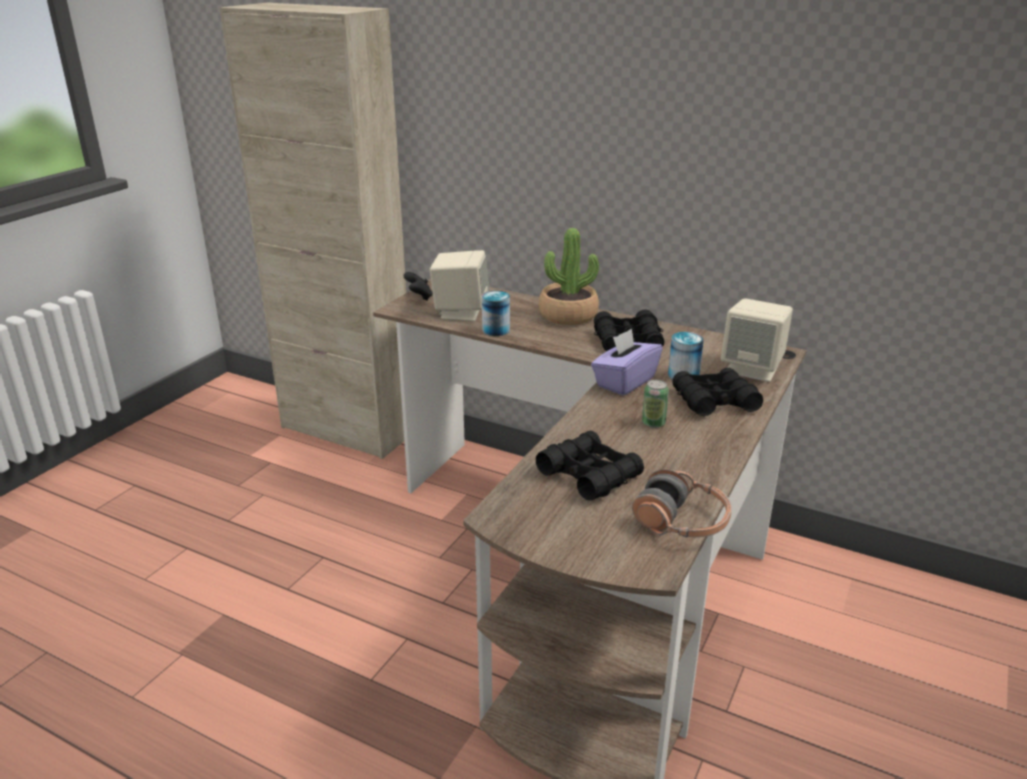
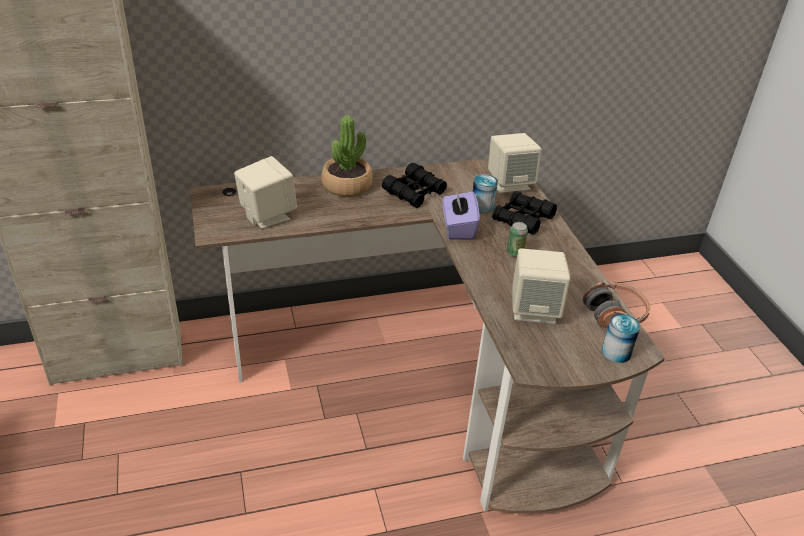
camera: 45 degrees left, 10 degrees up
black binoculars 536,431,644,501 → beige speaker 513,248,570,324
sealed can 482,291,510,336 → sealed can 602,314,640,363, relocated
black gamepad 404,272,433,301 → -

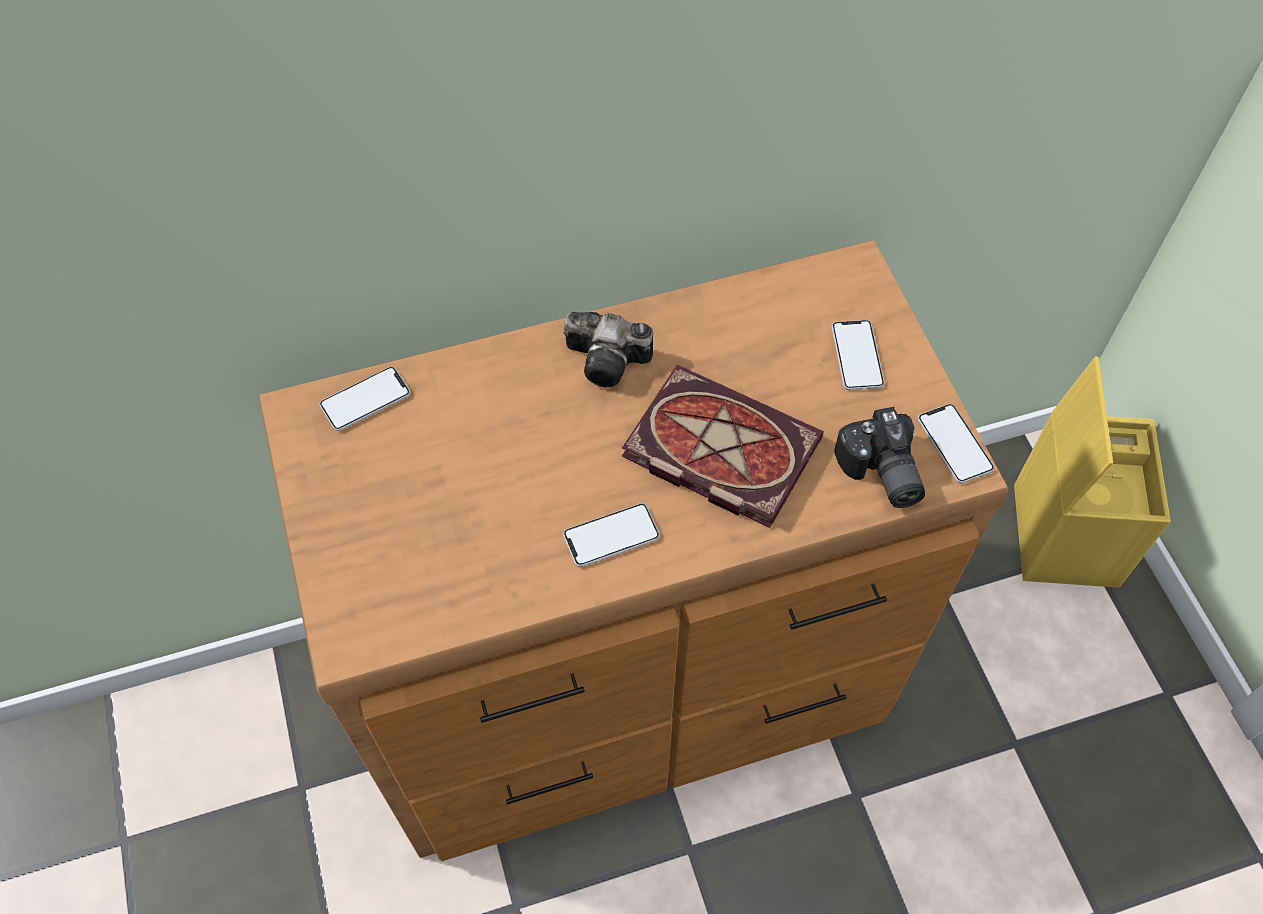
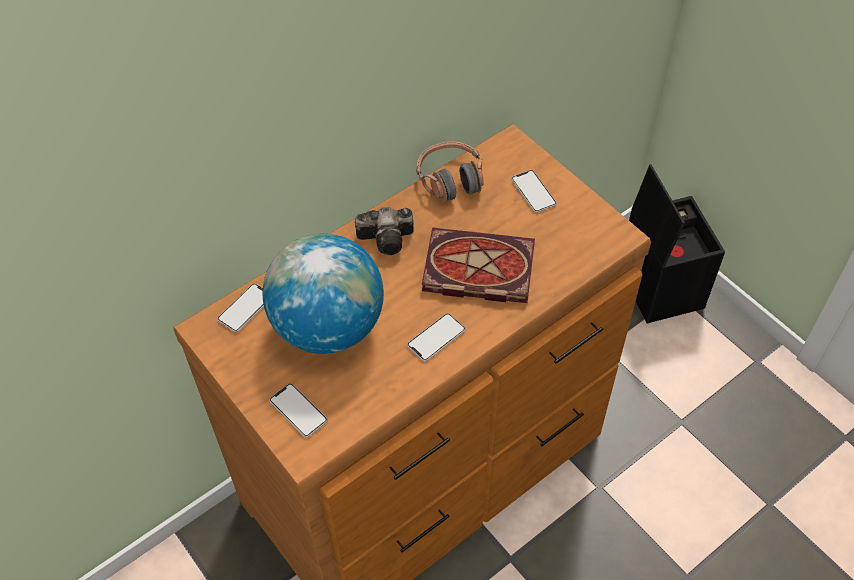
camera: 20 degrees left, 5 degrees down
- → desk globe 263,233,384,354
phone 918,404,994,483 → phone 269,383,328,437, relocated
- → headset 416,142,484,203
yellow storage bin 1014,356,1171,588 → black storage bin 629,164,725,323
photo camera 834,407,925,508 → -

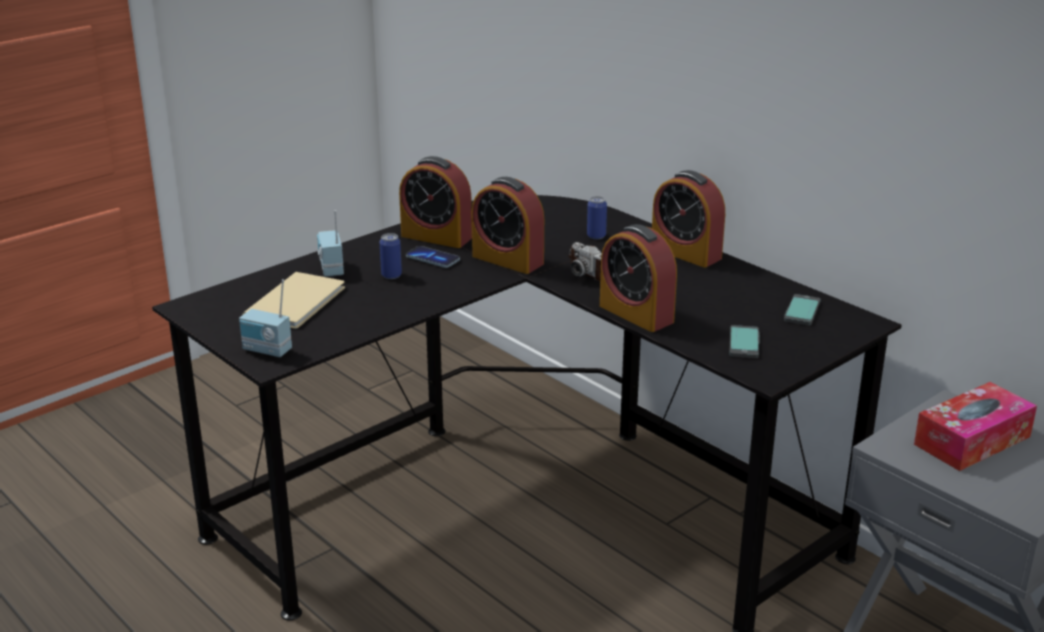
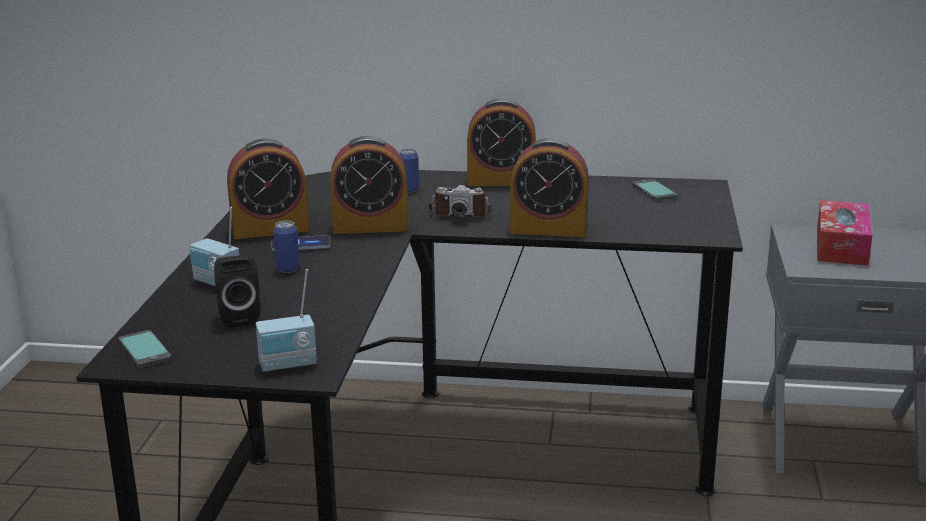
camera: 40 degrees left, 5 degrees down
phone 729,325,760,358 → phone 118,330,172,368, relocated
beige book 242,272,345,329 → black speaker 214,255,261,328

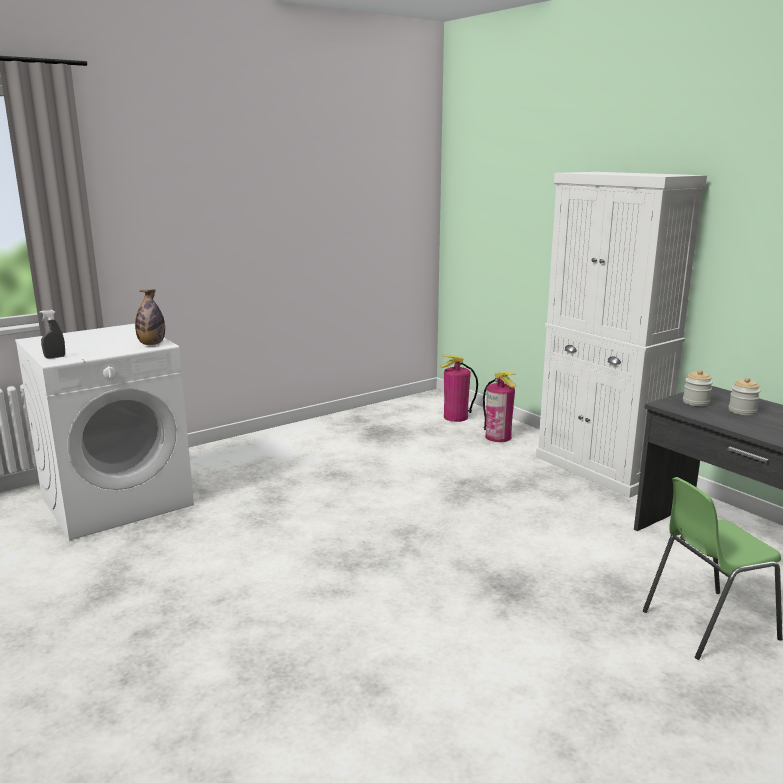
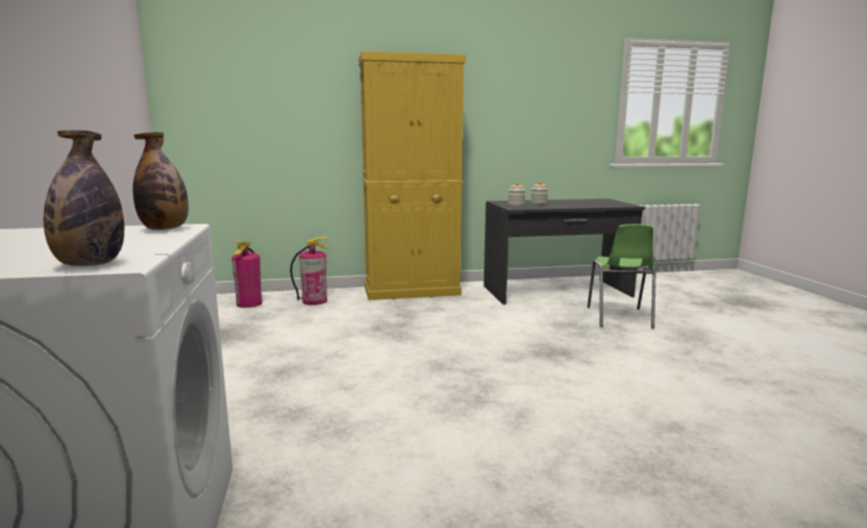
camera: 65 degrees left, 5 degrees down
gray hand sprayer 39,310,65,359 → beverage bottle 44,130,124,266
white-coloured cupboard 536,172,707,498 → yellow cupboard 359,51,466,300

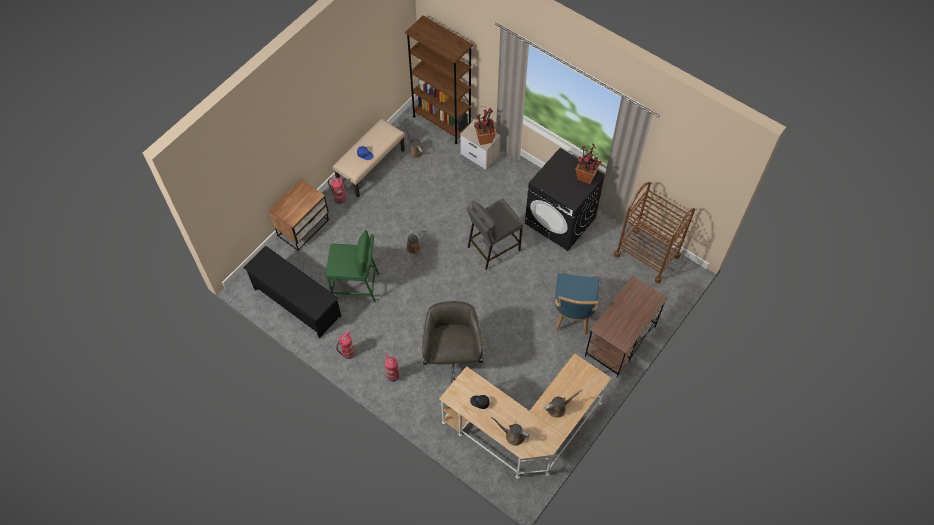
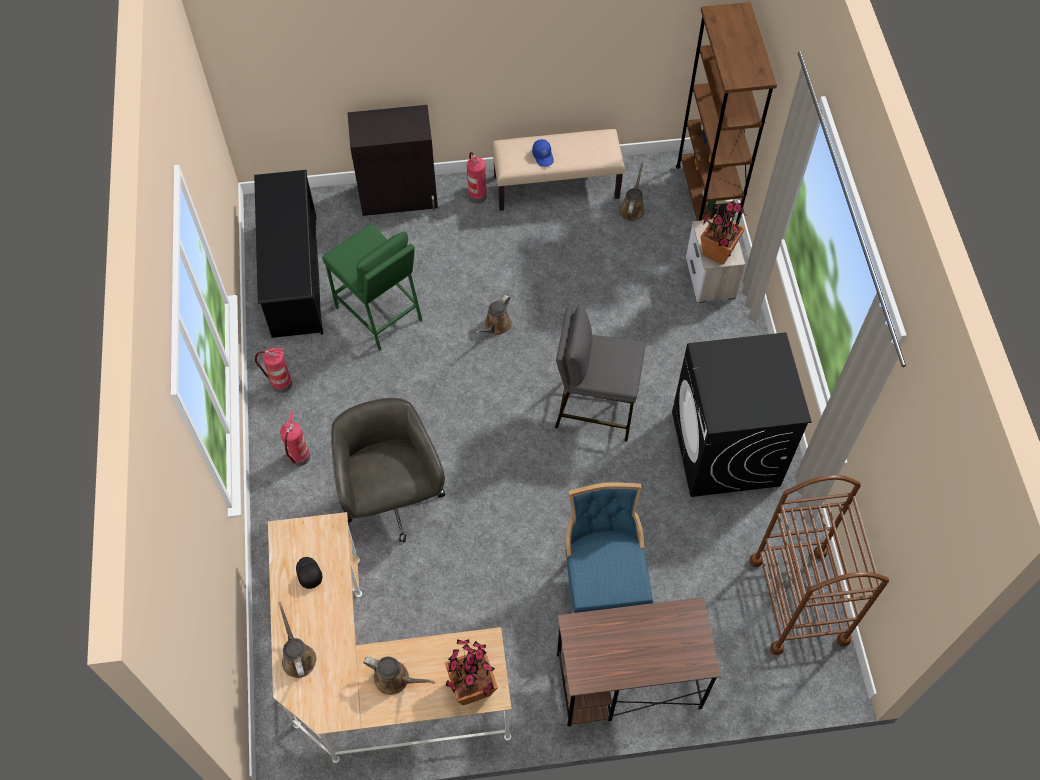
camera: 45 degrees right, 0 degrees up
gray desk chair 422,301,483,383 → gray desk chair 331,398,445,542, 60 degrees counterclockwise
nightstand 269,179,329,251 → black cupboard 347,105,438,216
potted plant 576,144,602,184 → potted plant 444,639,498,705, relocated
bluish chair 554,273,599,335 → bluish chair 566,482,653,613, 120 degrees clockwise

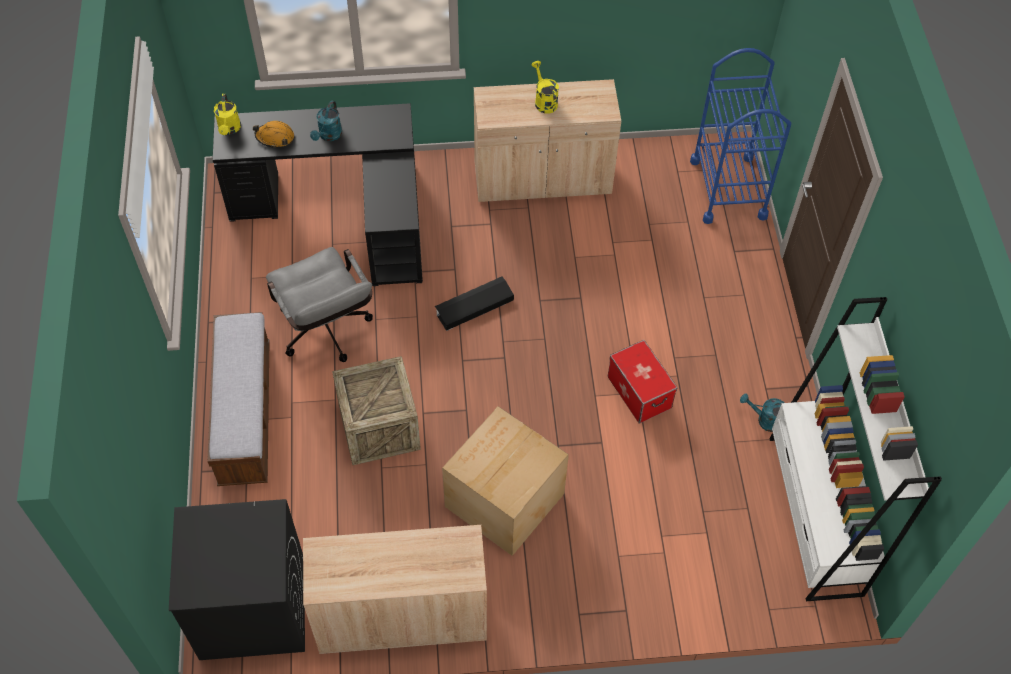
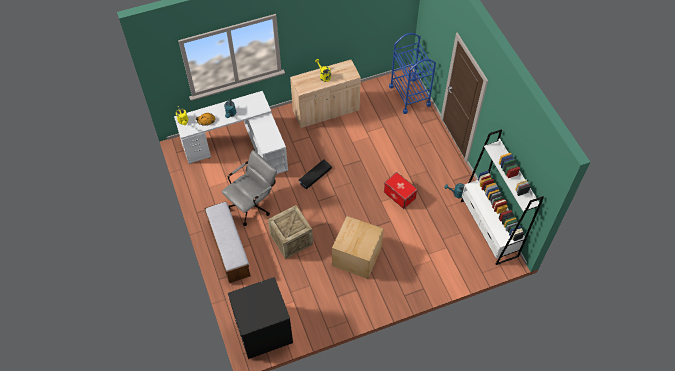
camera: 15 degrees left, 0 degrees up
black desk 212,103,423,286 → white-coloured desk 174,91,288,174
gray desk chair 266,247,373,362 → gray desk chair 222,150,277,226, 90 degrees counterclockwise
beige cupboard 303,525,487,654 → -

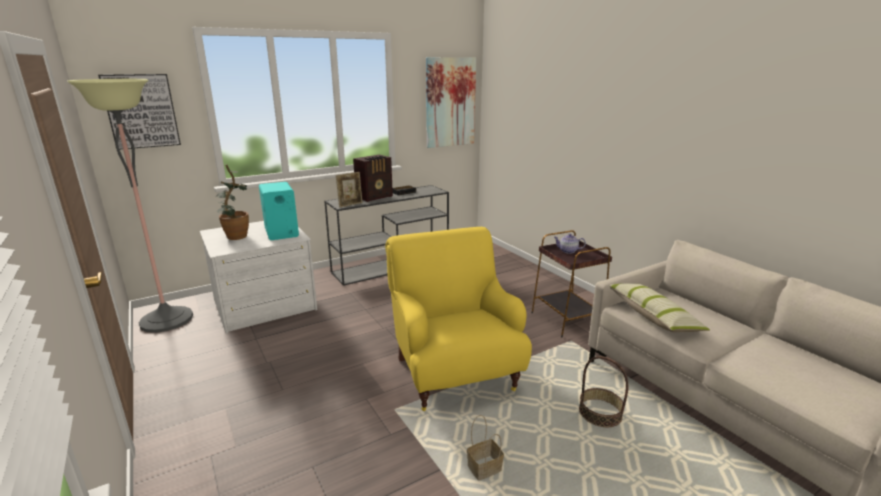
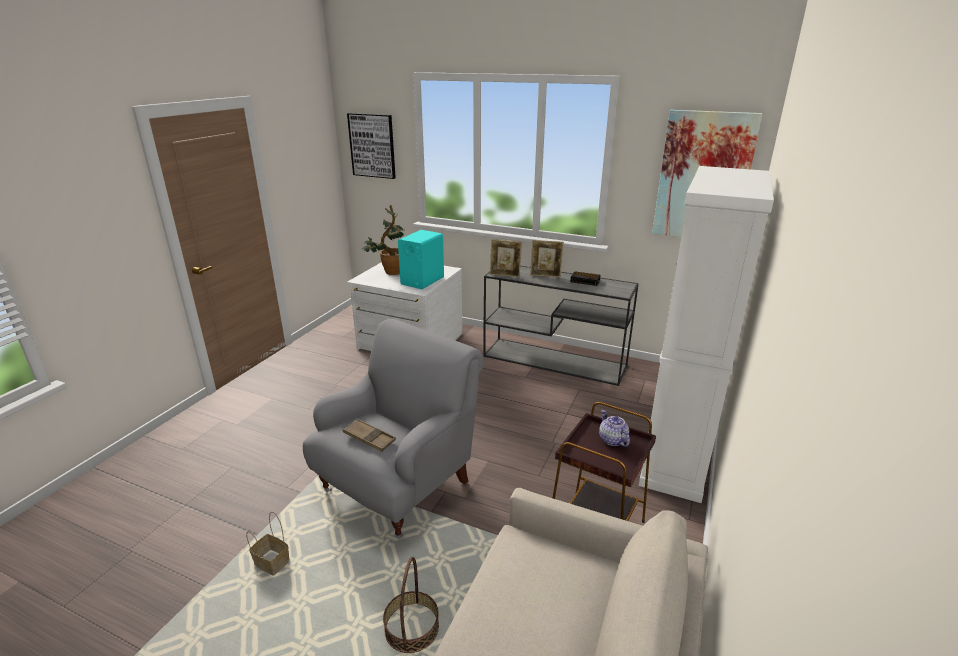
camera: 55 degrees right, 5 degrees up
yellow armchair 385,227,532,411 → gray armchair 303,319,484,539
- → brownish serving tray 343,419,396,452
radio 353,155,393,202 → picture frame 530,240,564,277
- → white-coloured cupboard 639,166,774,503
standard lamp 67,79,193,333 → -
cushion 610,283,710,332 → -

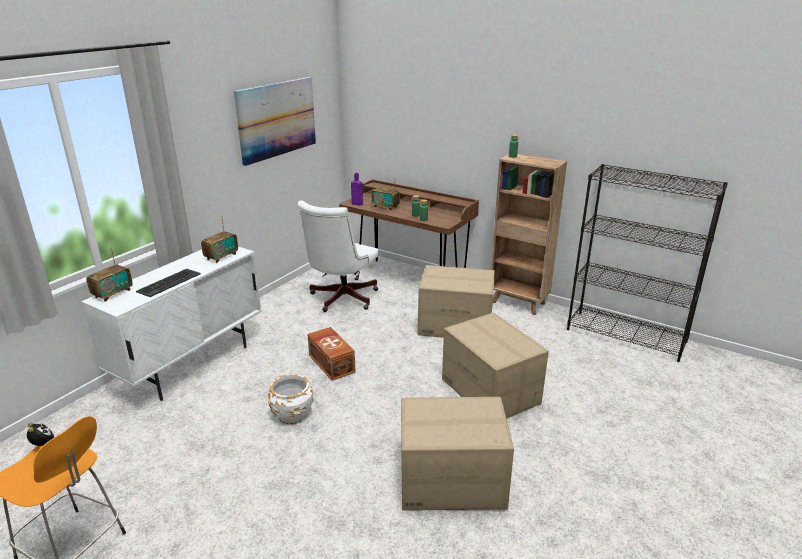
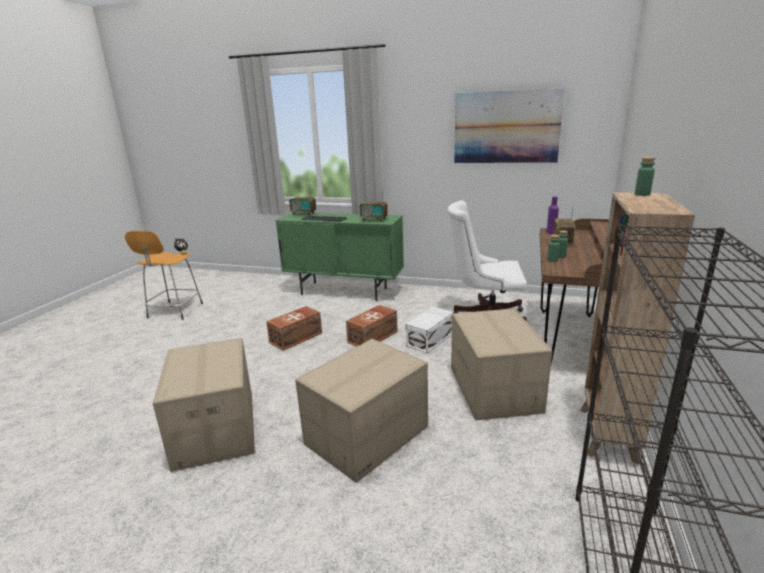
camera: 75 degrees right, 5 degrees down
white-coloured planter 268,374,314,424 → brownish storage bin 266,306,322,351
white-coloured cupboard 81,247,261,401 → greenish cupboard 275,212,404,301
- → white-coloured storage bin 406,307,454,353

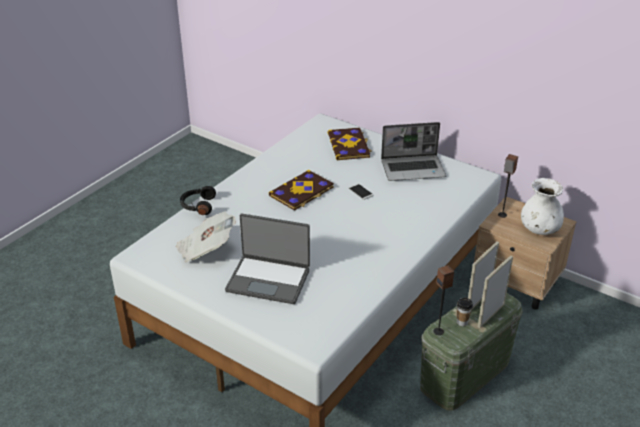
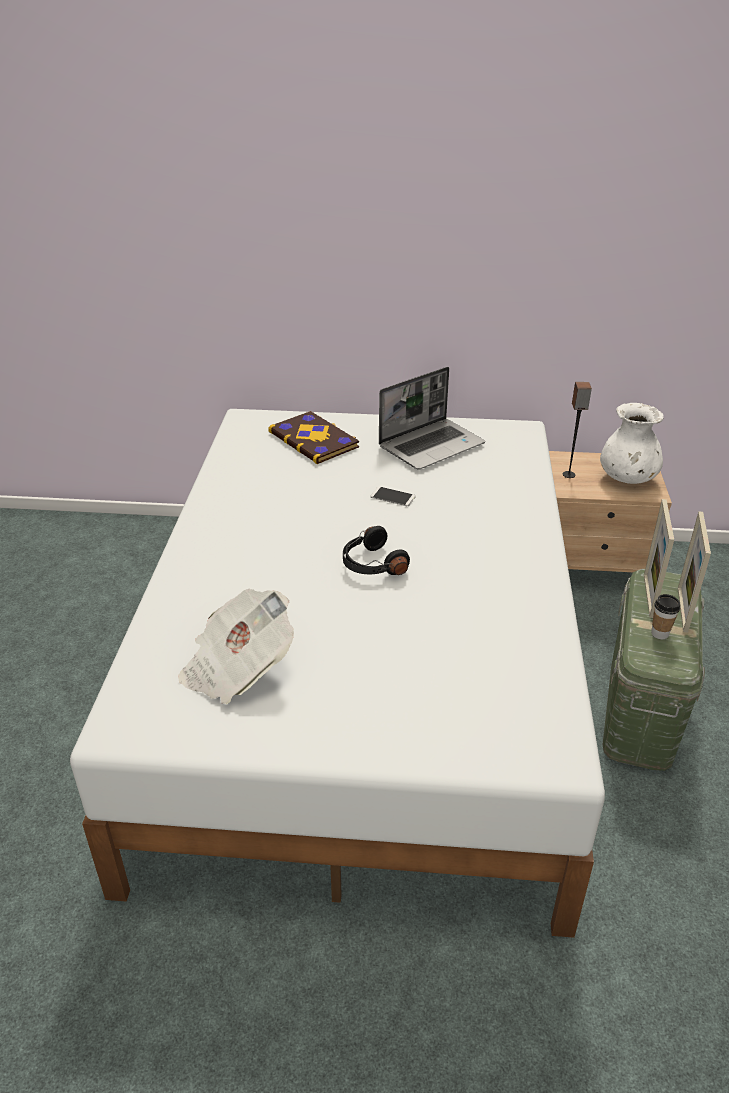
camera: 30 degrees left, 0 degrees up
black headset 180,186,216,215 → black headset 343,526,410,575, relocated
notebook computer 225,214,310,304 → -
book 269,170,334,211 → -
speaker 433,265,455,335 → -

